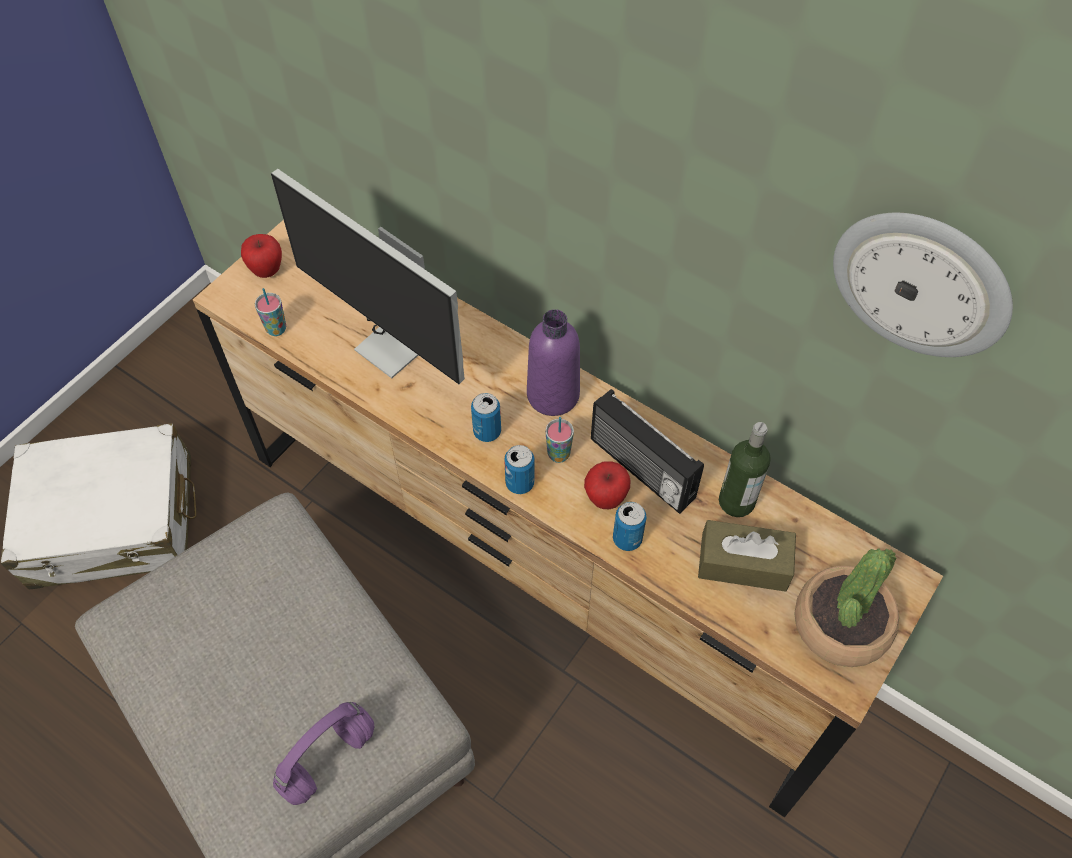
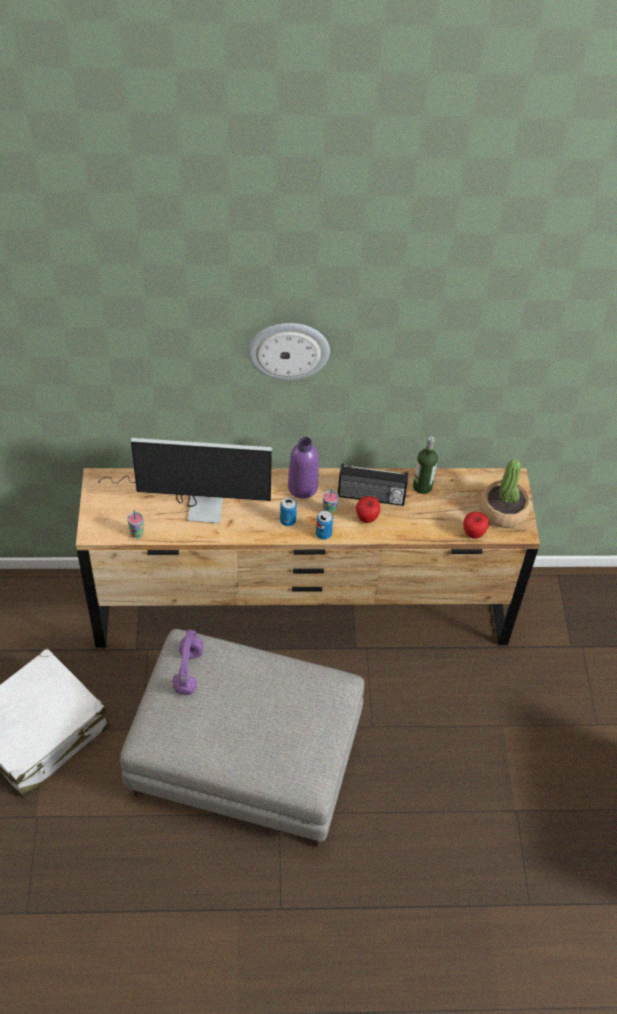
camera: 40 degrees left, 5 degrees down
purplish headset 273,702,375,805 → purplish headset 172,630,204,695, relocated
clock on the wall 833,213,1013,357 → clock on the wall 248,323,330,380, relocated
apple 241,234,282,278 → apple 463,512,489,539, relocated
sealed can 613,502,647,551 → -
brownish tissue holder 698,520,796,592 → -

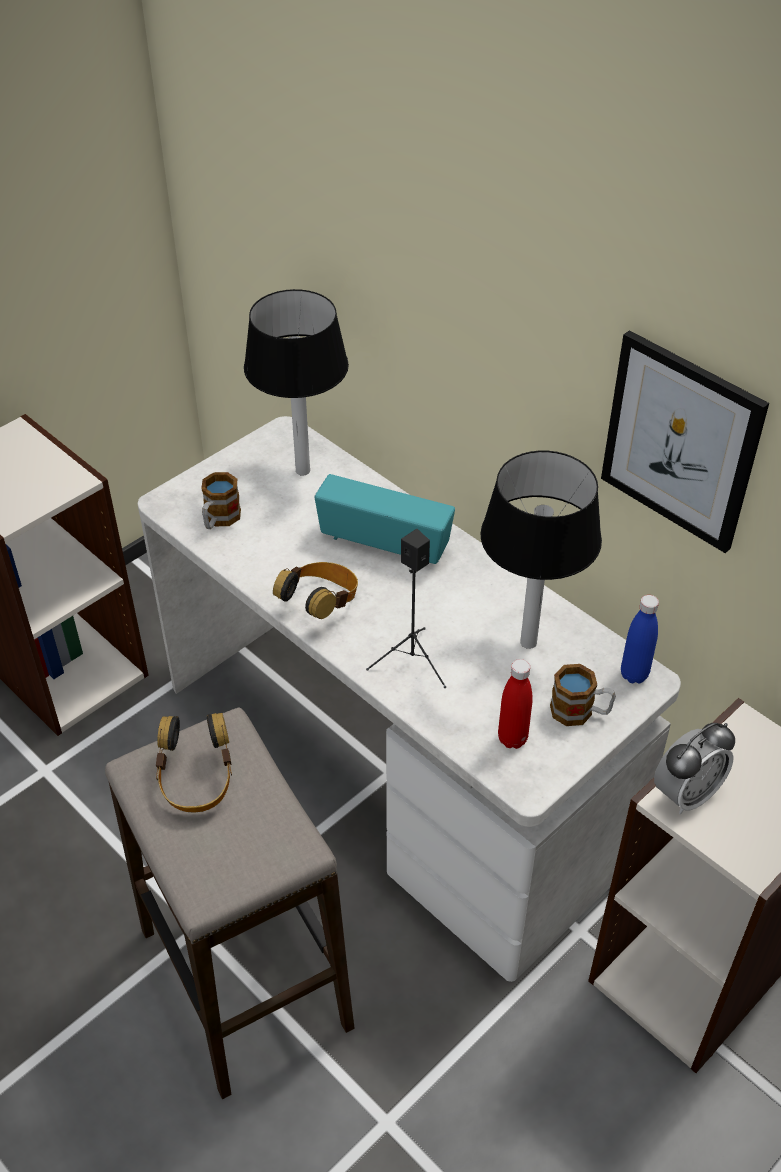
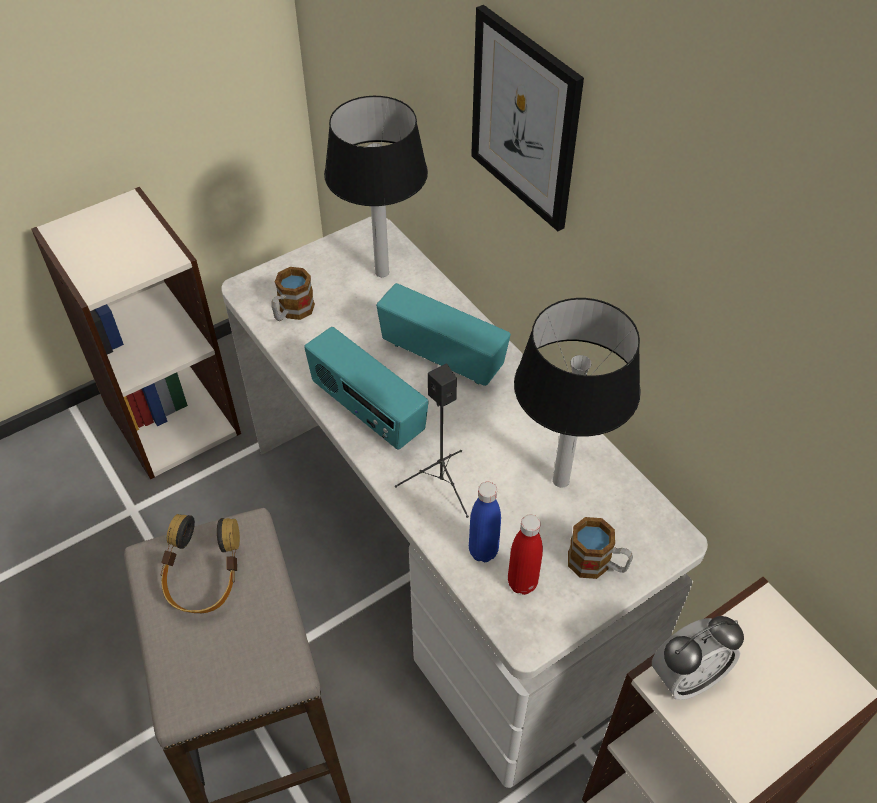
camera: 10 degrees right, 5 degrees up
headset 273,562,358,619 → radio 304,327,429,449
bluish beverage bottle 621,595,659,684 → bluish beverage bottle 469,482,501,562, relocated
wall art 601,330,769,553 → wall art 471,5,584,231, relocated

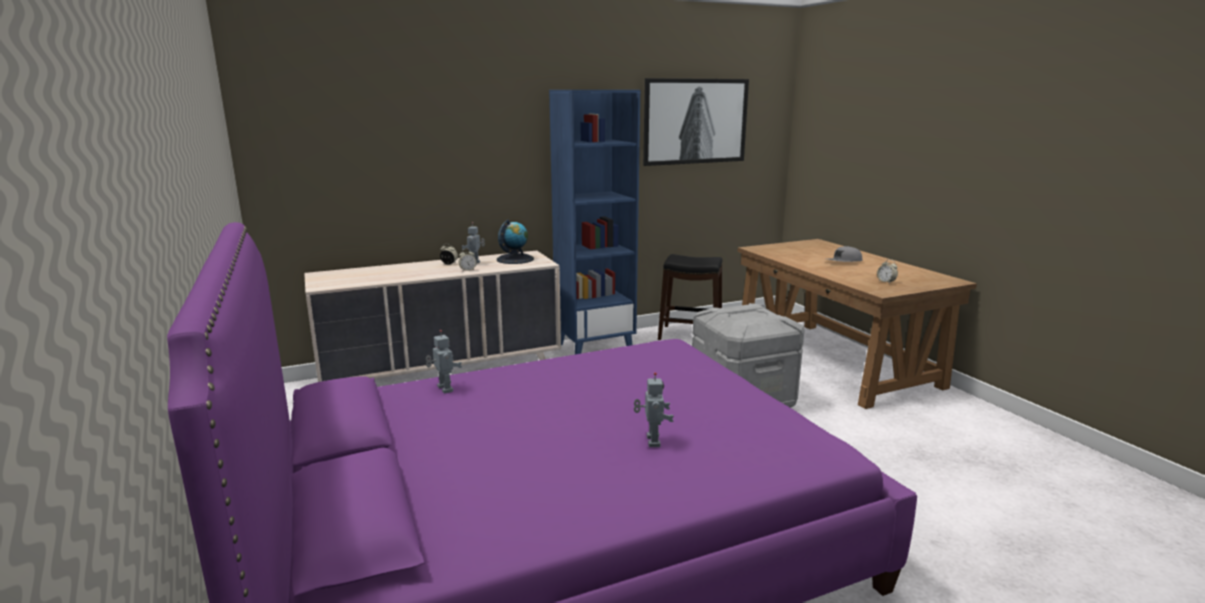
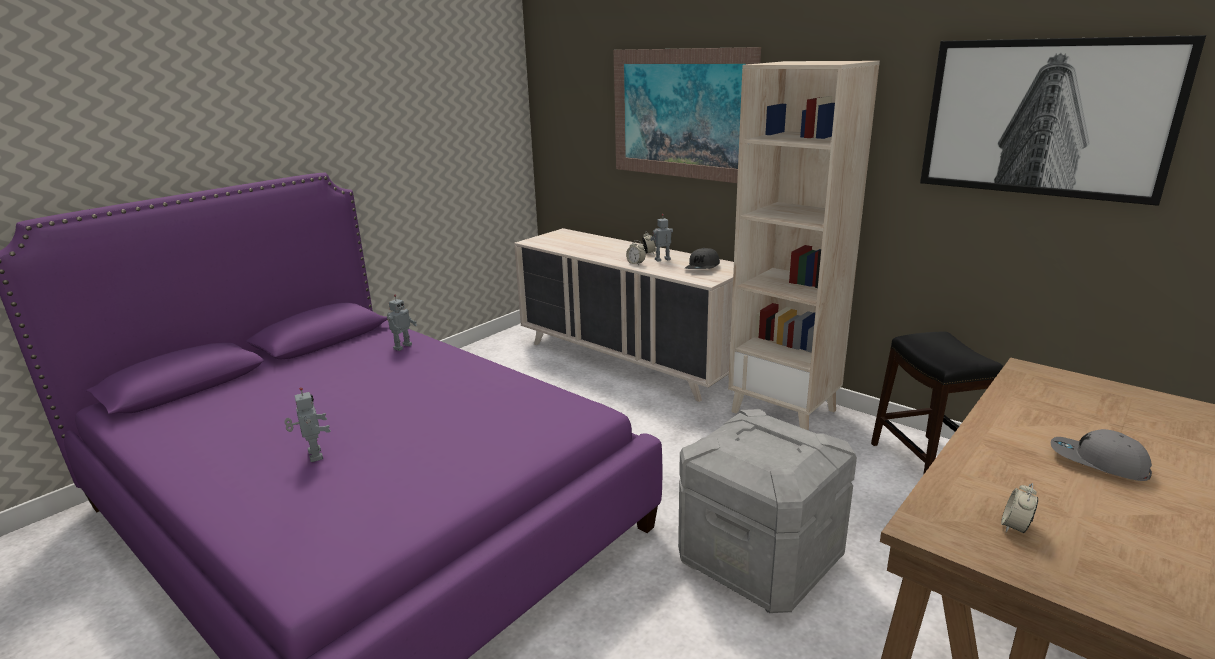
camera: 65 degrees right, 5 degrees up
robot figure 634,372,674,447 → robot figure 284,387,331,462, 90 degrees counterclockwise
- → wall art 614,47,761,183
desk globe 497,220,534,264 → gray baseball cap 685,248,720,269
bluish bookshelf 549,90,640,354 → beige bookshelf 728,61,880,431

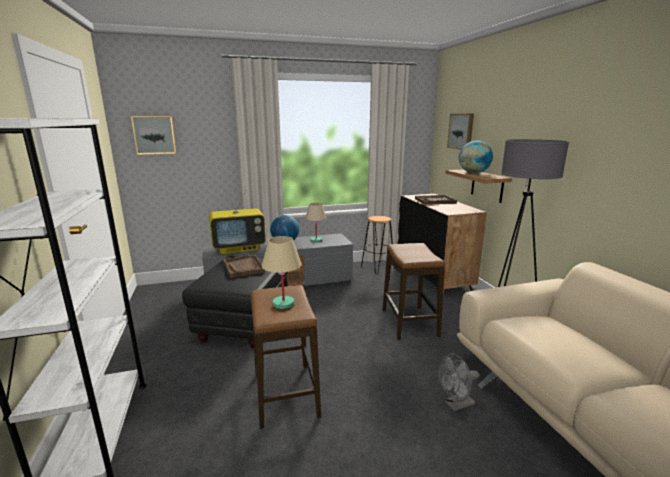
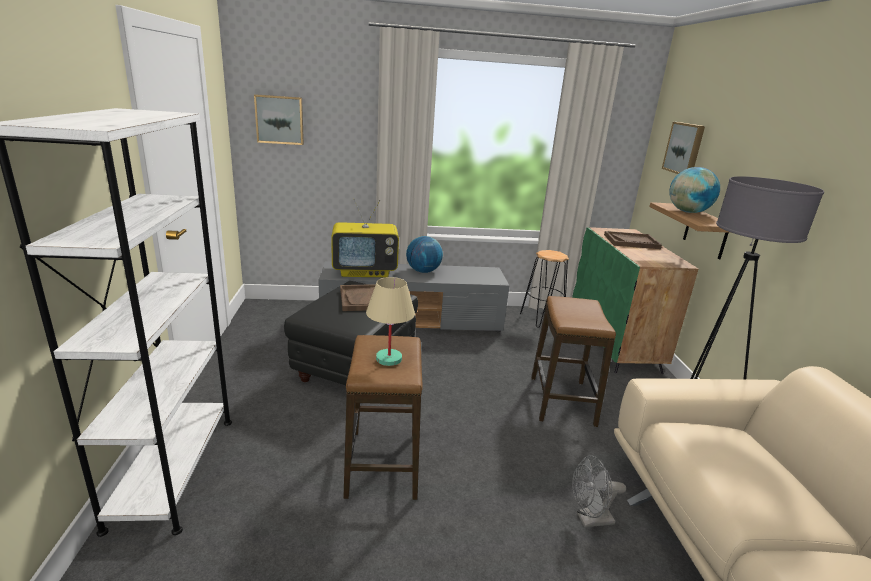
camera: 10 degrees right, 5 degrees up
black cupboard 397,194,487,291 → greenish cupboard 572,227,698,374
beige table lamp 305,203,326,242 → -

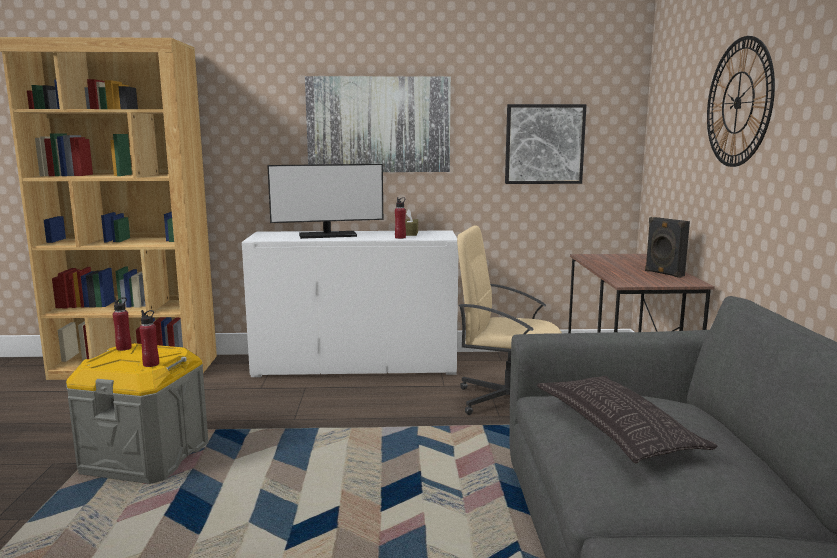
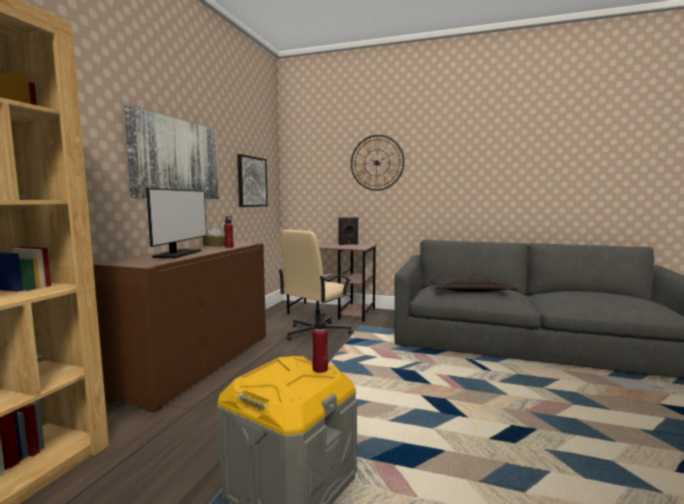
camera: 70 degrees left, 5 degrees down
white-coloured cupboard 242,230,458,377 → brownish cupboard 93,242,266,413
red beverage bottle 113,297,132,351 → -

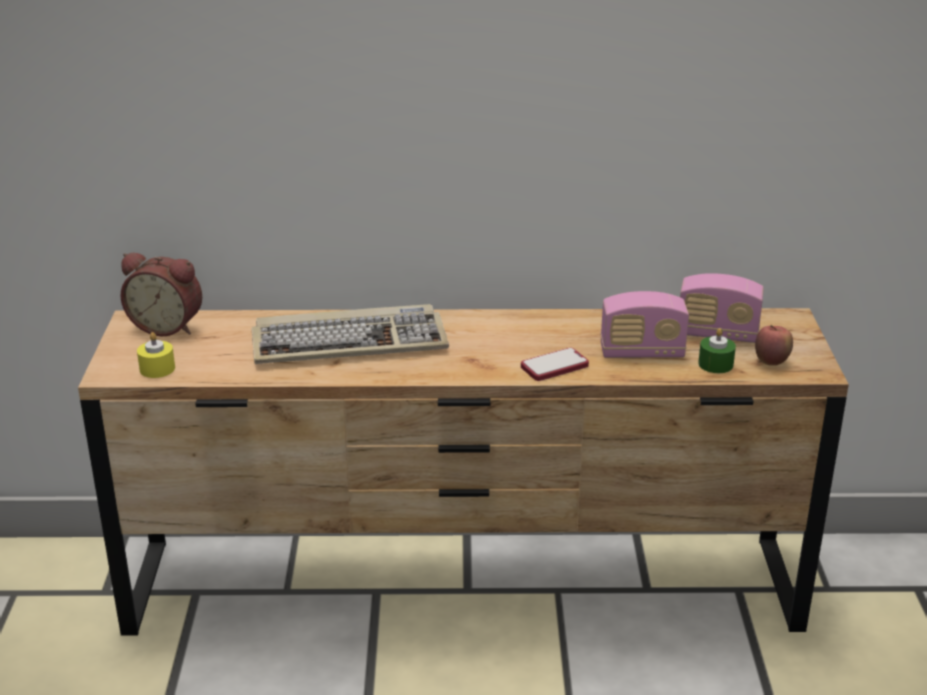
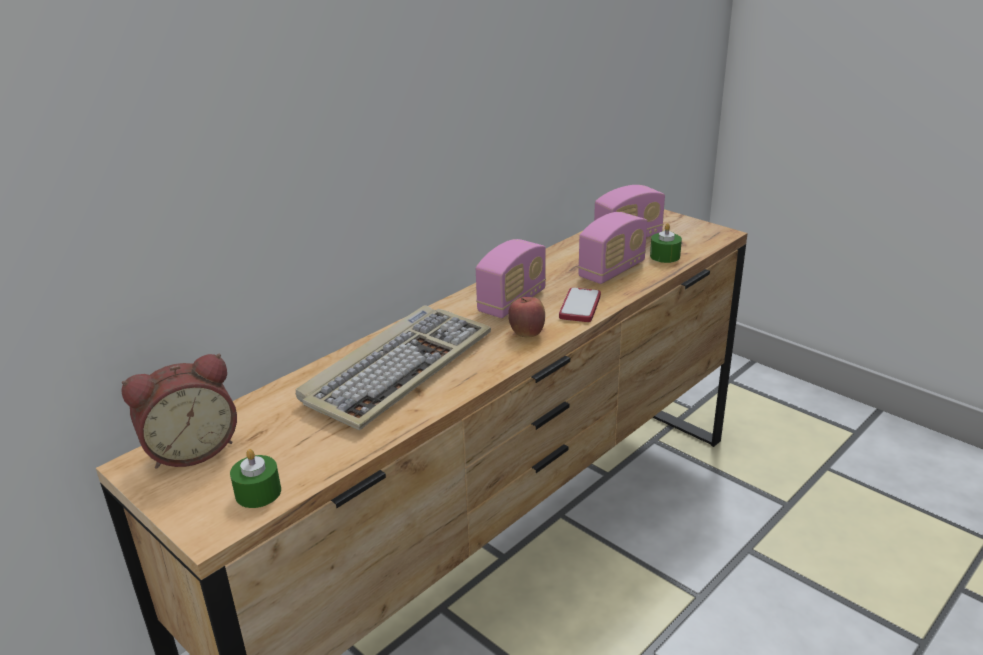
camera: 45 degrees left, 0 degrees up
yellow wax light 137,332,175,378 → greenish wax light 230,449,281,508
- → radio 476,239,546,318
apple 755,325,793,366 → apple 508,297,545,338, relocated

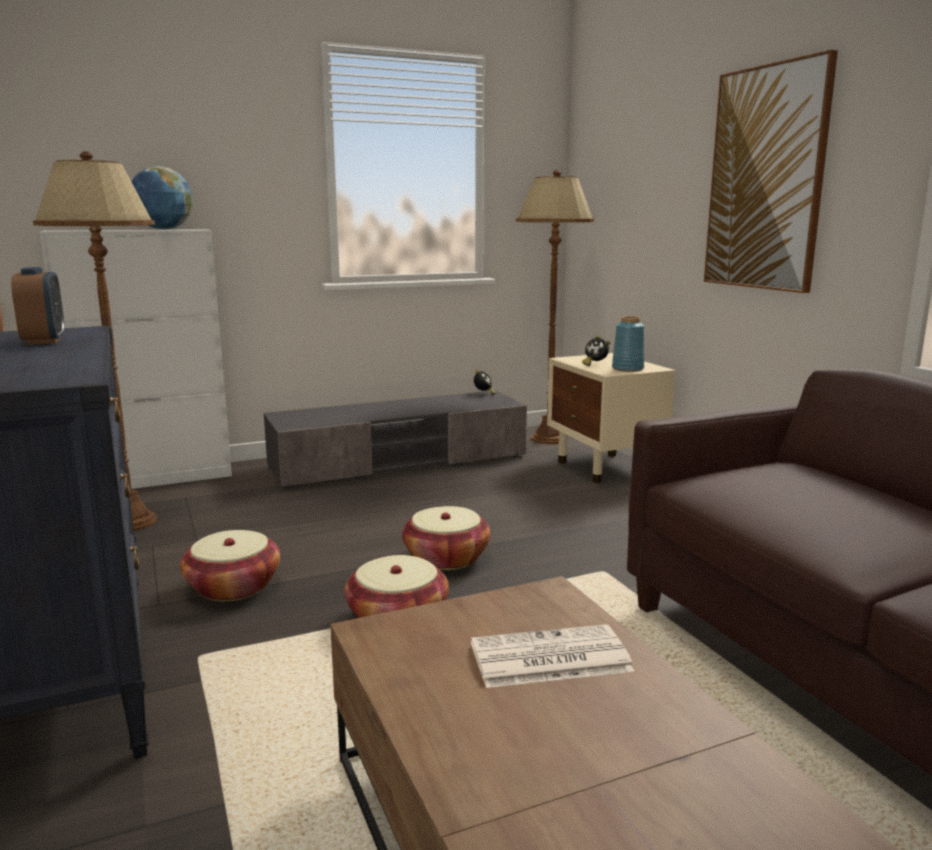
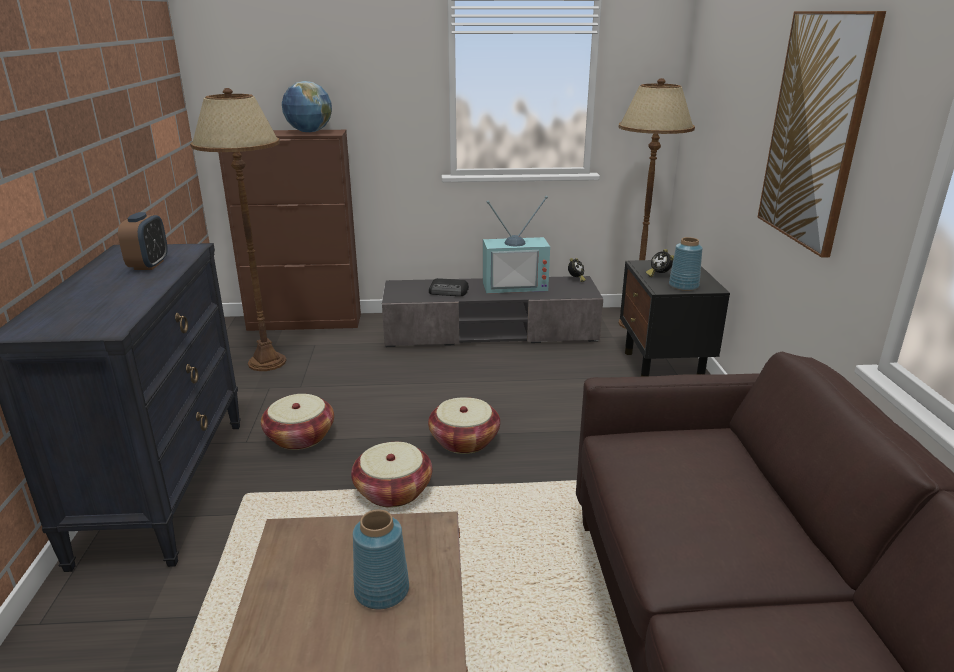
camera: 20 degrees right, 10 degrees up
white-coloured cupboard 40,229,232,489 → brownish cupboard 218,130,361,331
printed paper 471,624,634,688 → bluish decorative vase 353,510,409,609
- → radio 429,278,469,296
- → TV 483,196,550,294
beige nightstand 547,353,676,483 → black nightstand 620,260,730,377

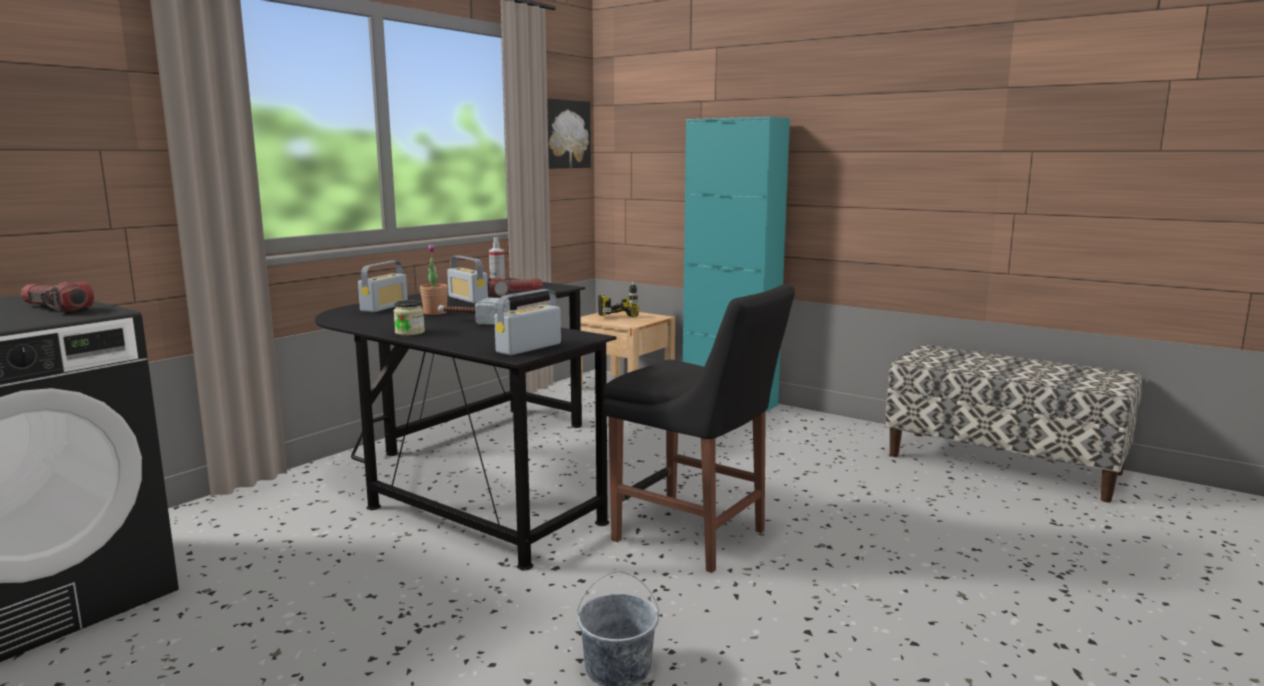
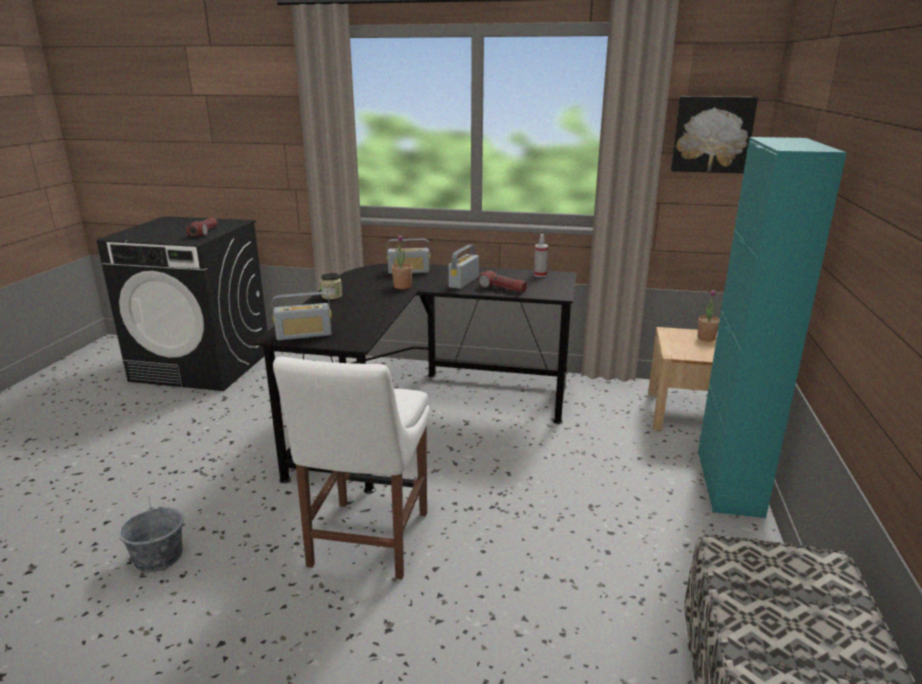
camera: 65 degrees right, 10 degrees up
radio 494,289,561,355 → radio 272,292,332,340, 150 degrees clockwise
black chair 603,284,795,573 → white-coloured chair 273,357,430,580
electric drill 598,281,639,317 → potted plant 698,290,719,342
tool hammer 438,297,510,325 → -

